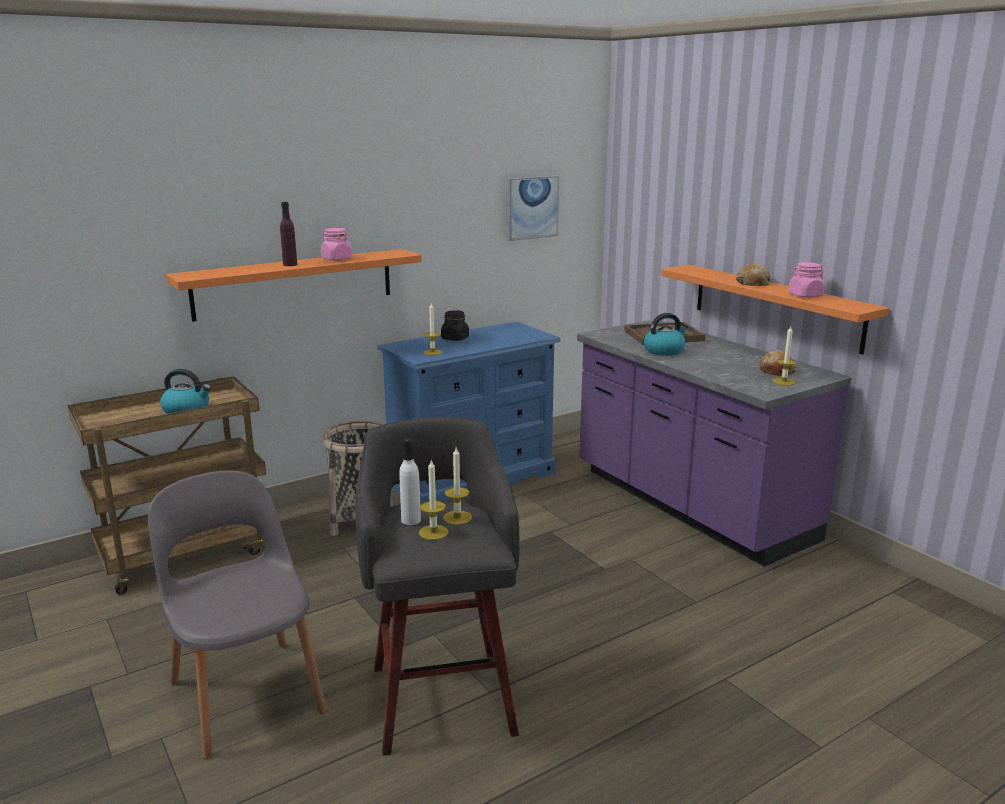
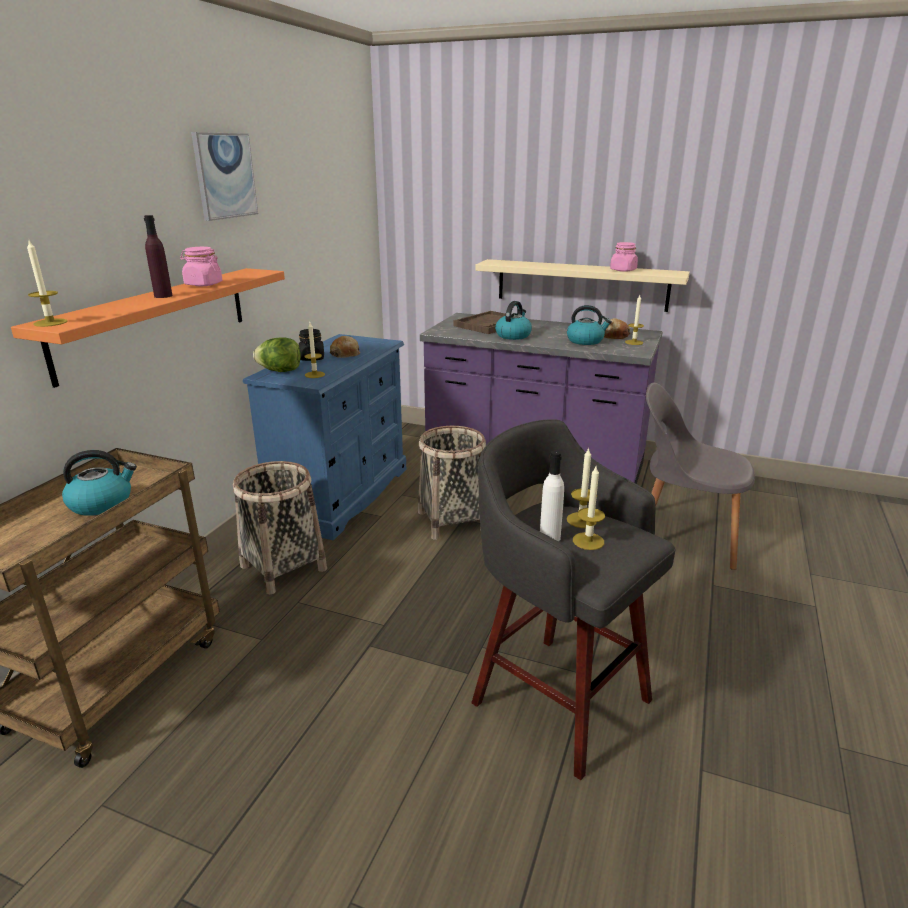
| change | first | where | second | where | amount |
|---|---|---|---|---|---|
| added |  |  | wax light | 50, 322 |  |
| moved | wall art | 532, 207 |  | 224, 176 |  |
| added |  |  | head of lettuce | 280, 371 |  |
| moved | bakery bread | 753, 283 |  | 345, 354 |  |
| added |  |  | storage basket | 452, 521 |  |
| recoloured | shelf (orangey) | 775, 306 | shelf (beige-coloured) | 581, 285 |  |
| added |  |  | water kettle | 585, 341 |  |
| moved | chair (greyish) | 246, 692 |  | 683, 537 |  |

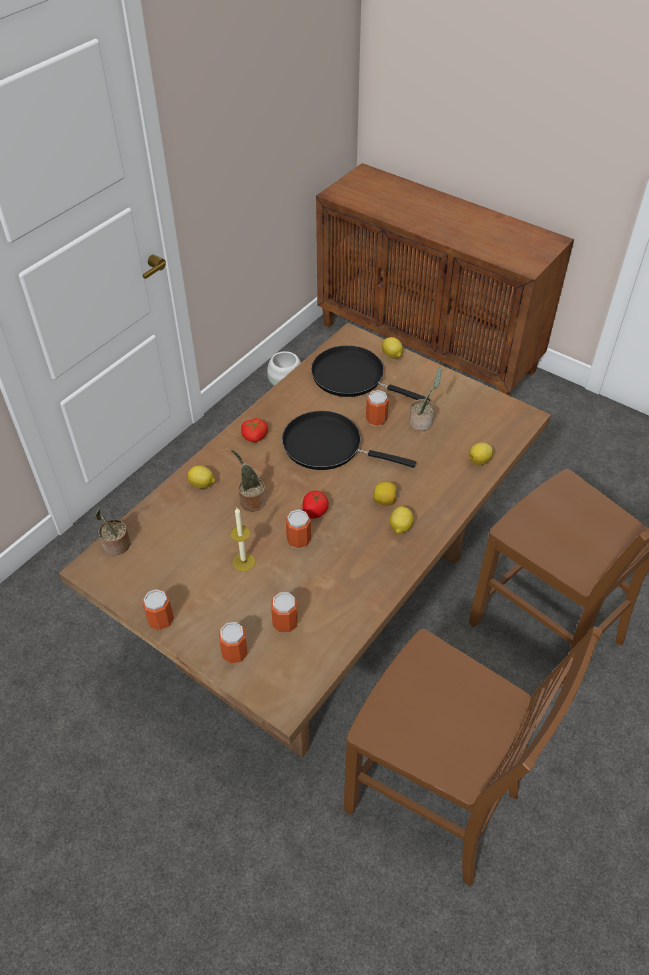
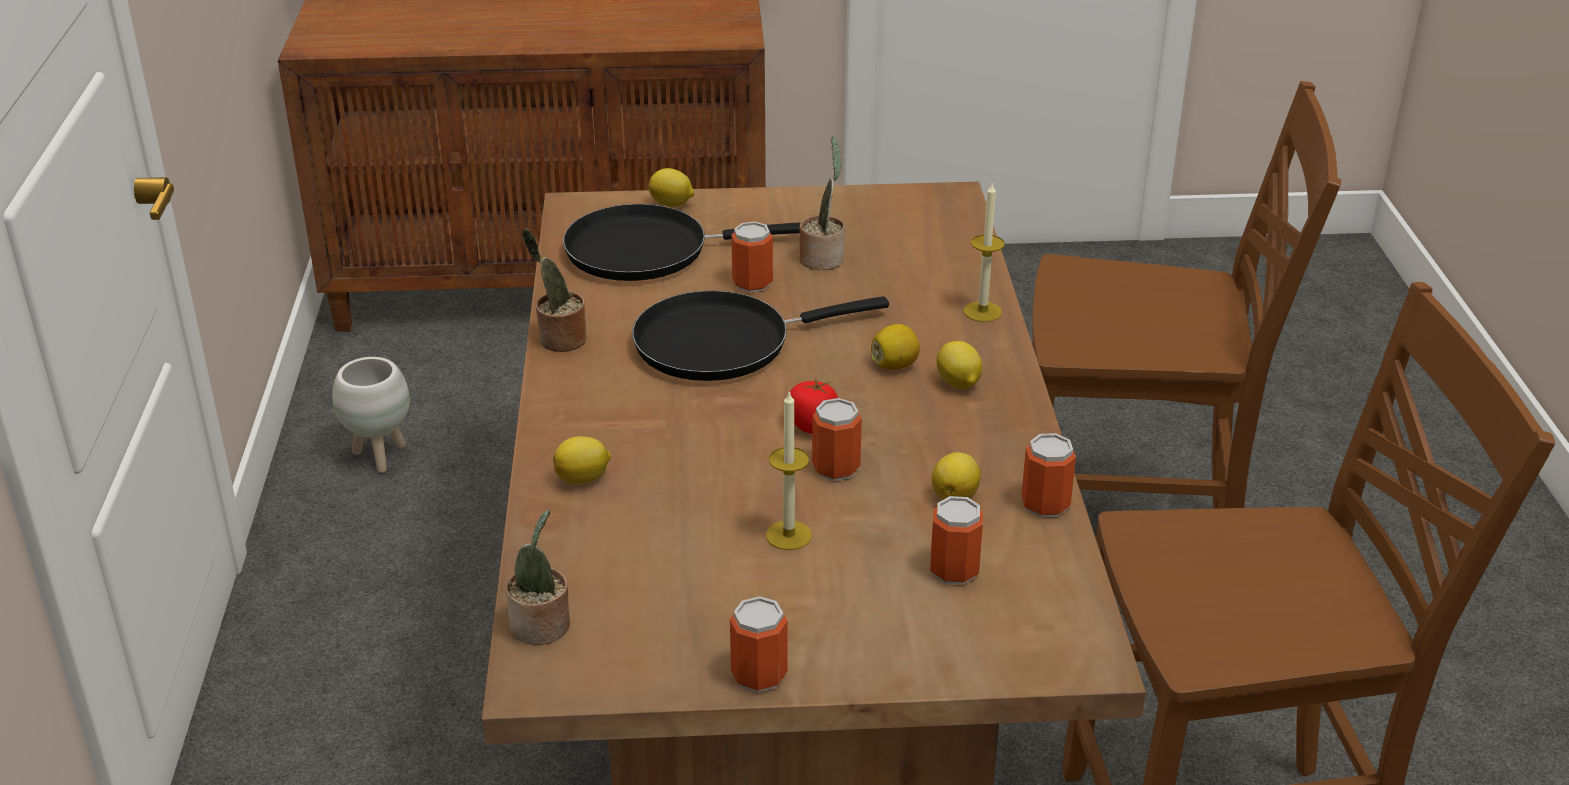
| change | first | where | second | where | amount |
|---|---|---|---|---|---|
| moved | houseplant | 251, 501 |  | 559, 340 |  |
| moved | lemon | 480, 461 |  | 955, 496 |  |
| added |  |  | wax light | 982, 311 |  |
| moved | can | 235, 653 |  | 1045, 504 |  |
| removed | tomato | 255, 436 |  |  |  |

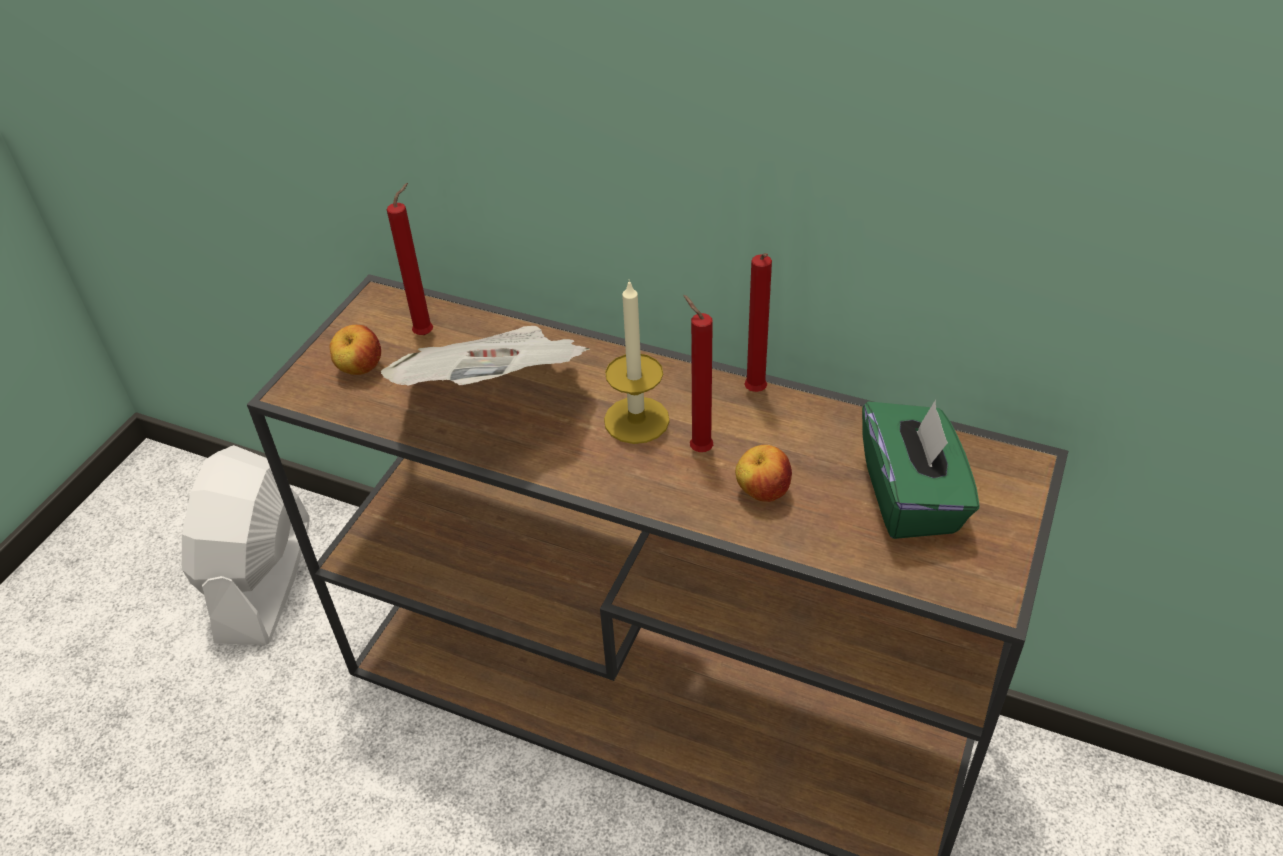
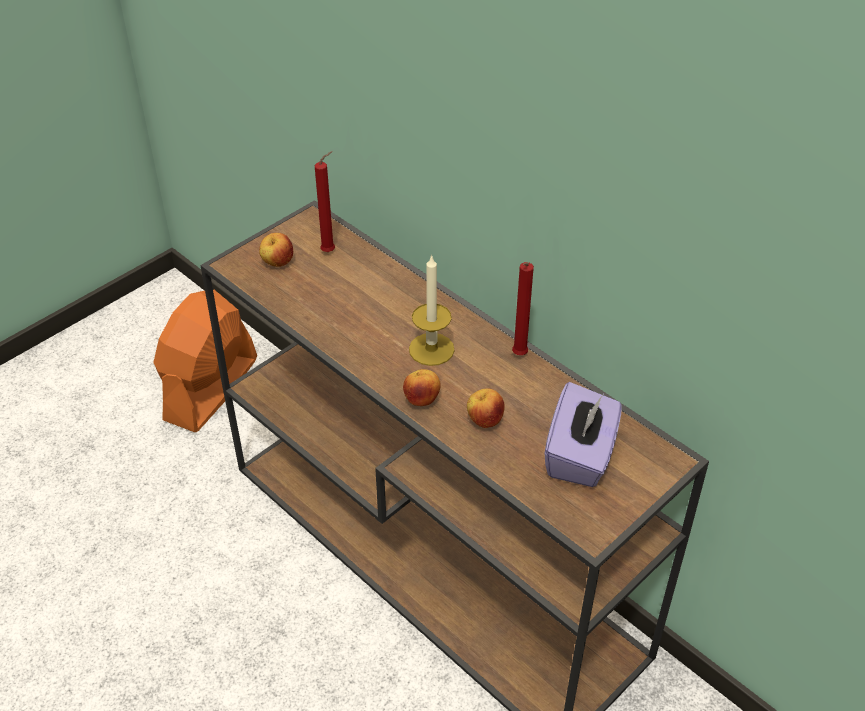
| change | first | where | second | where | amount |
|---|---|---|---|---|---|
| recoloured | cooling fan (white-coloured) | 264, 580 | cooling fan (orangey) | 211, 389 |  |
| added |  |  | apple fruit | 421, 400 |  |
| recoloured | tissue holder (green-coloured) | 911, 496 | tissue holder (purple) | 580, 455 |  |
| removed | daily paper | 496, 394 |  |  |  |
| removed | wax light (red) | 698, 449 |  |  |  |

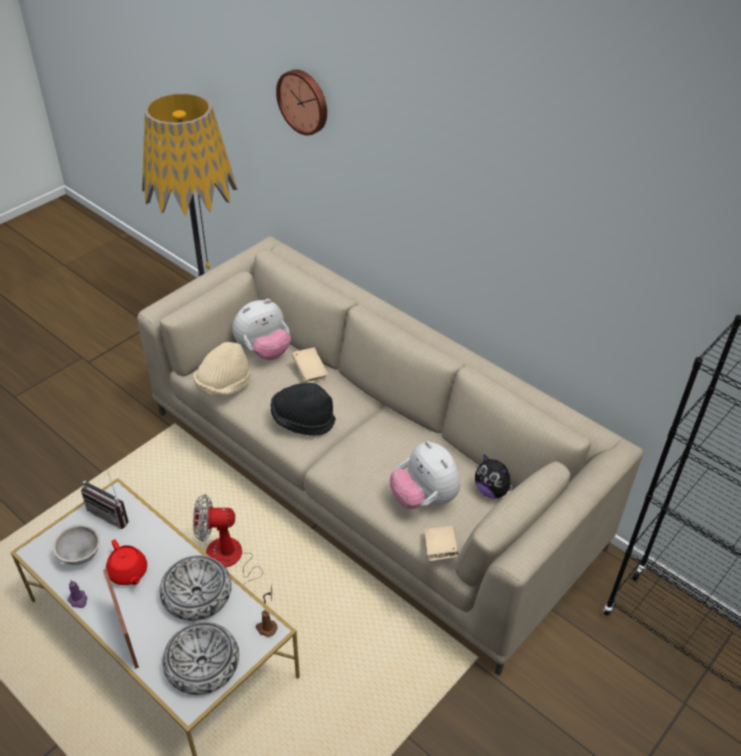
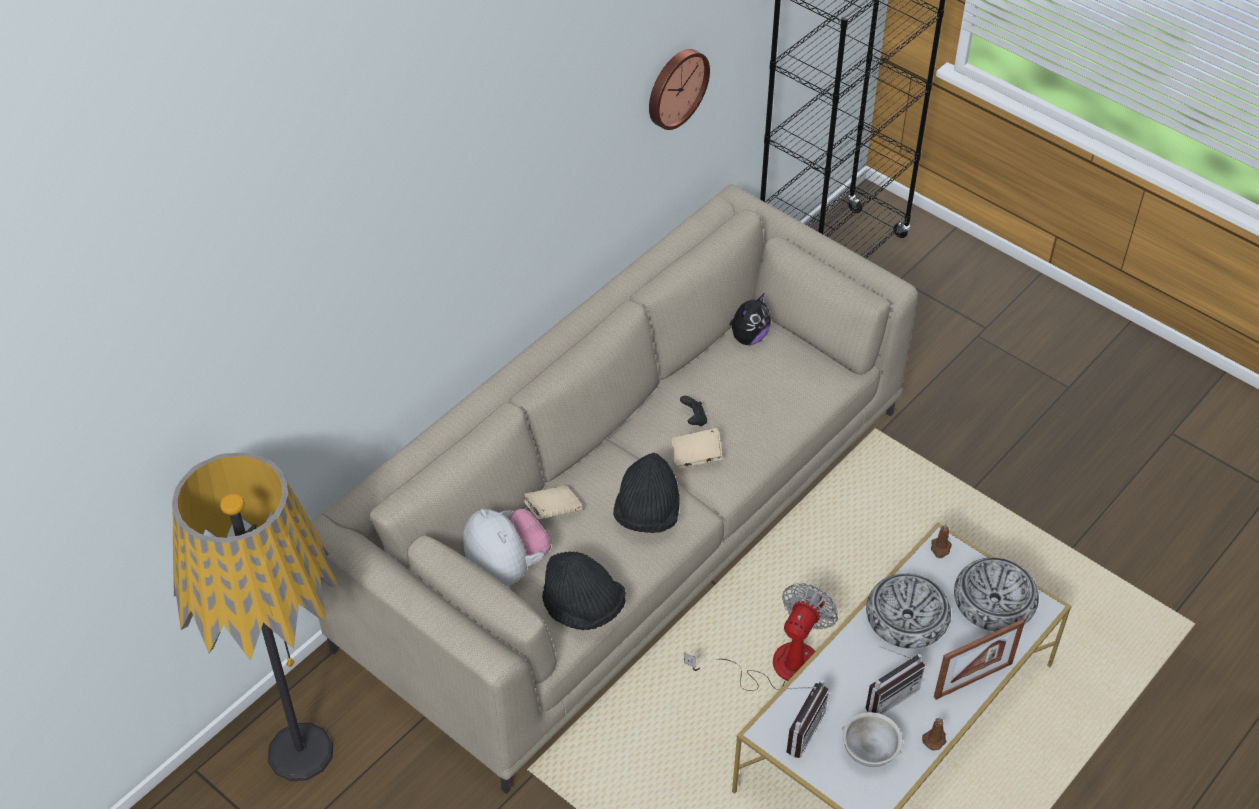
| change | first | where | second | where | amount |
|---|---|---|---|---|---|
| recoloured | hat (beige-coloured) | 224, 385 | hat (black) | 583, 607 |  |
| moved | hanging clock | 304, 101 |  | 675, 87 |  |
| moved | book (beige-coloured) | 440, 549 |  | 696, 456 |  |
| added |  |  | joypad (black) | 694, 419 |  |
| turned | cooling fan | 231, 563 |  | 777, 666 | 150 degrees counterclockwise |
| replaced | pot for tea (red) | 128, 573 | radio receiver | 888, 694 |  |
| recoloured | wax light (purple) | 78, 600 | wax light (brownish) | 935, 739 |  |
| removed | soft toy | 424, 498 |  |  |  |

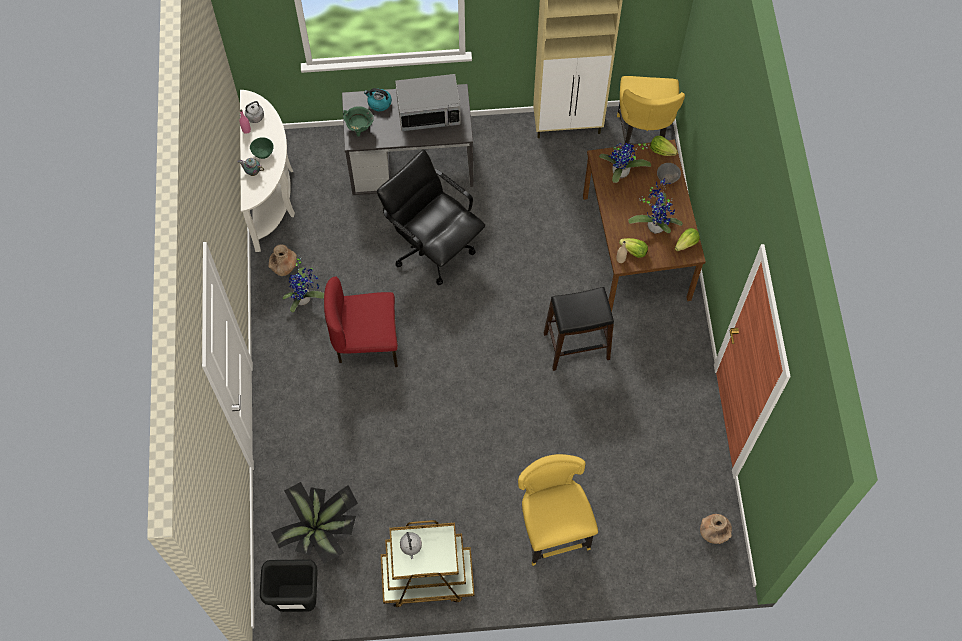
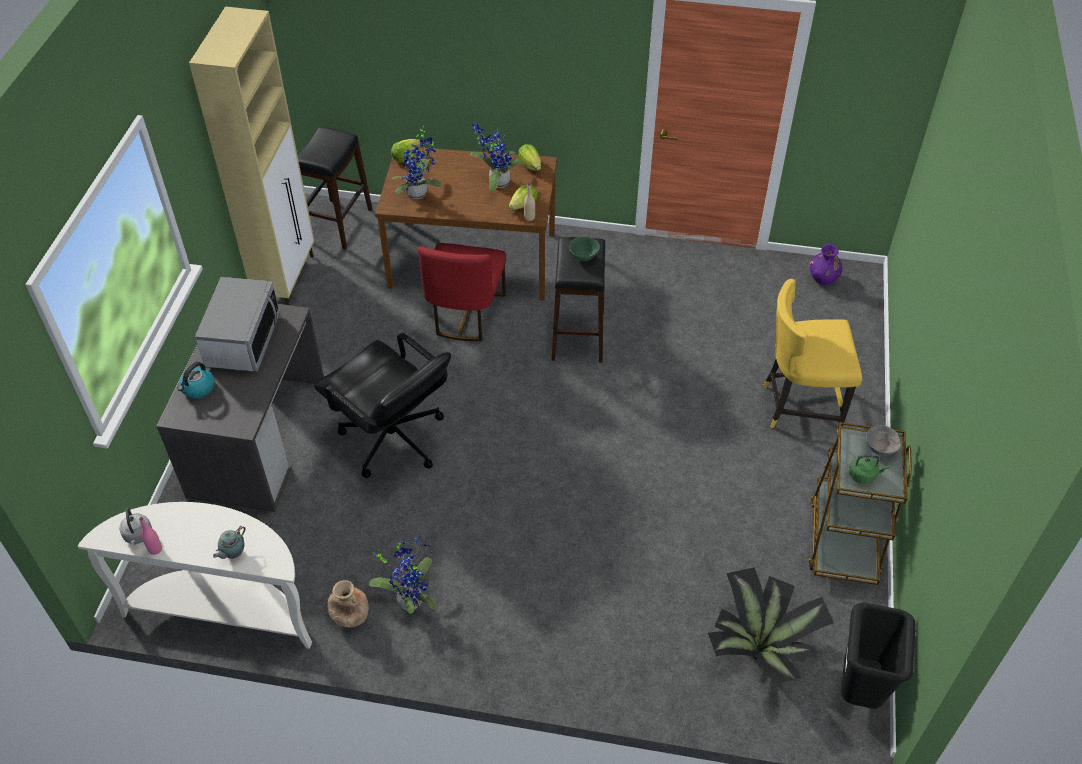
| change | first | where | second | where | amount |
|---|---|---|---|---|---|
| replaced | chair (yellowish) | 642, 138 | stool seat (black) | 338, 224 |  |
| turned | office chair (black) | 433, 247 |  | 393, 440 | 105 degrees counterclockwise |
| moved | chair (red) | 366, 342 |  | 465, 314 |  |
| moved | deep dish (green-coloured) | 263, 153 |  | 584, 257 |  |
| recoloured | flower vase (brownish) | 713, 533 | flower vase (purple) | 823, 278 |  |
| recoloured | water kettle (greyish) | 411, 547 | water kettle (green-coloured) | 863, 475 |  |
| moved | deep dish (greyish) | 667, 179 |  | 880, 449 |  |
| removed | saucepot (green-coloured) | 359, 129 |  |  |  |

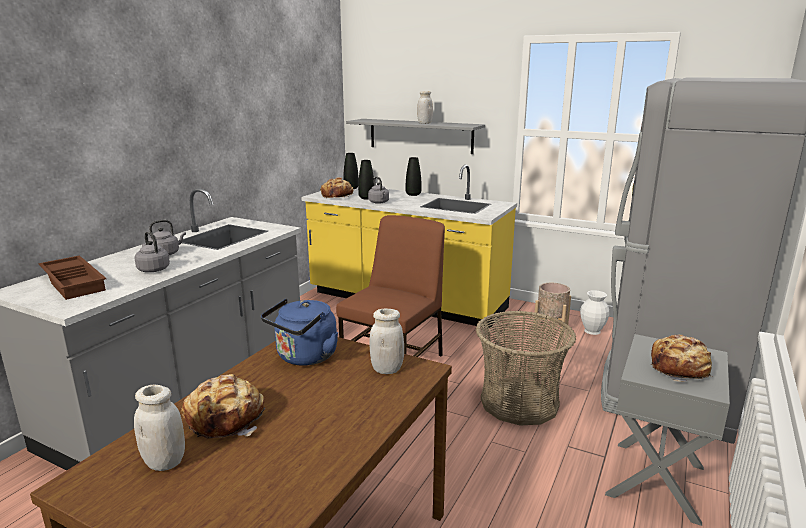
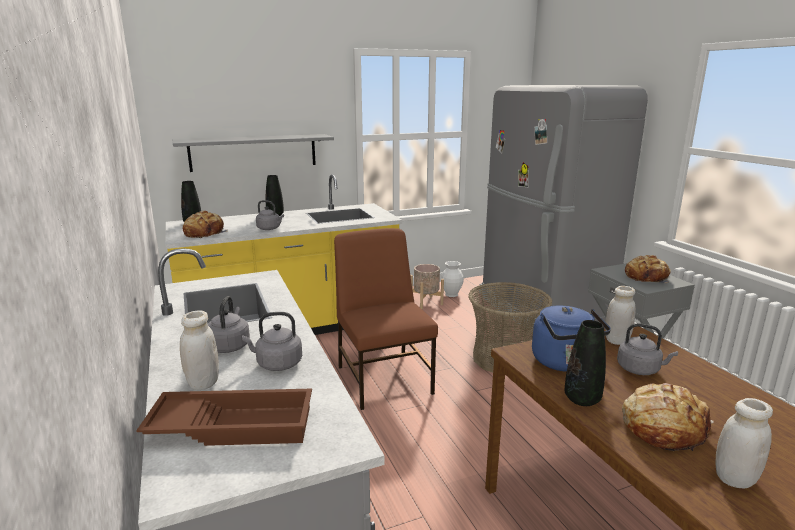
| change | first | where | second | where | amount |
|---|---|---|---|---|---|
| moved | preserve jar (white-coloured) | 424, 123 |  | 203, 383 |  |
| moved | flower vase (black) | 366, 198 |  | 582, 399 |  |
| added |  |  | water kettle (greyish) | 640, 369 |  |

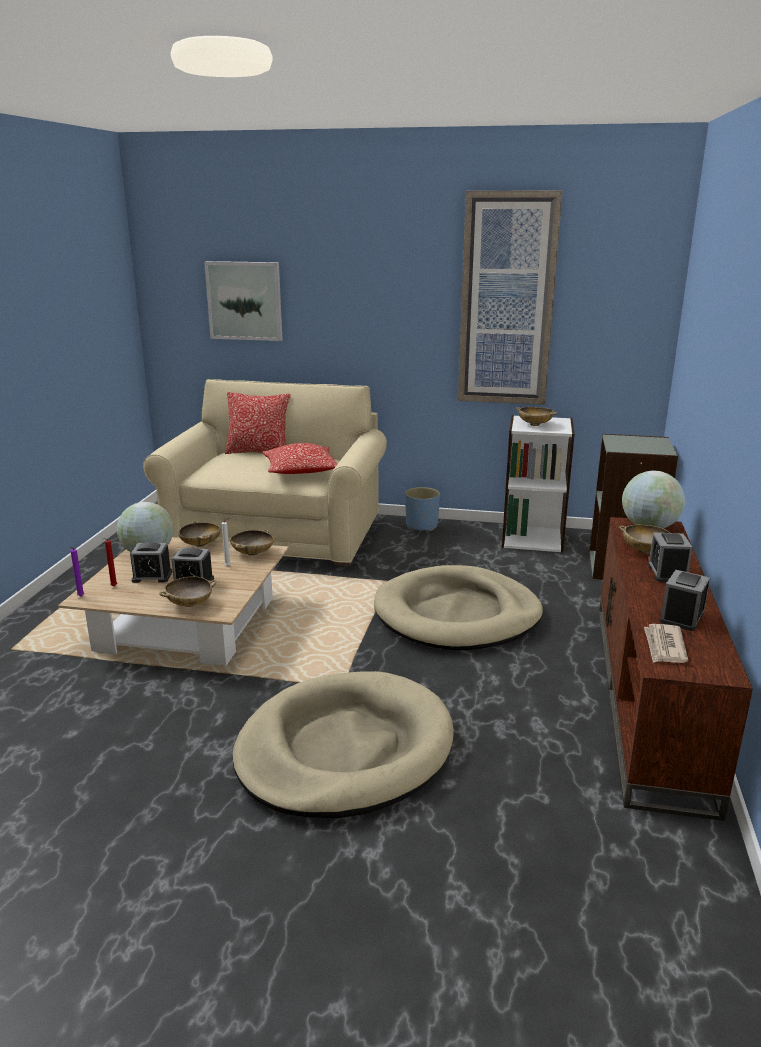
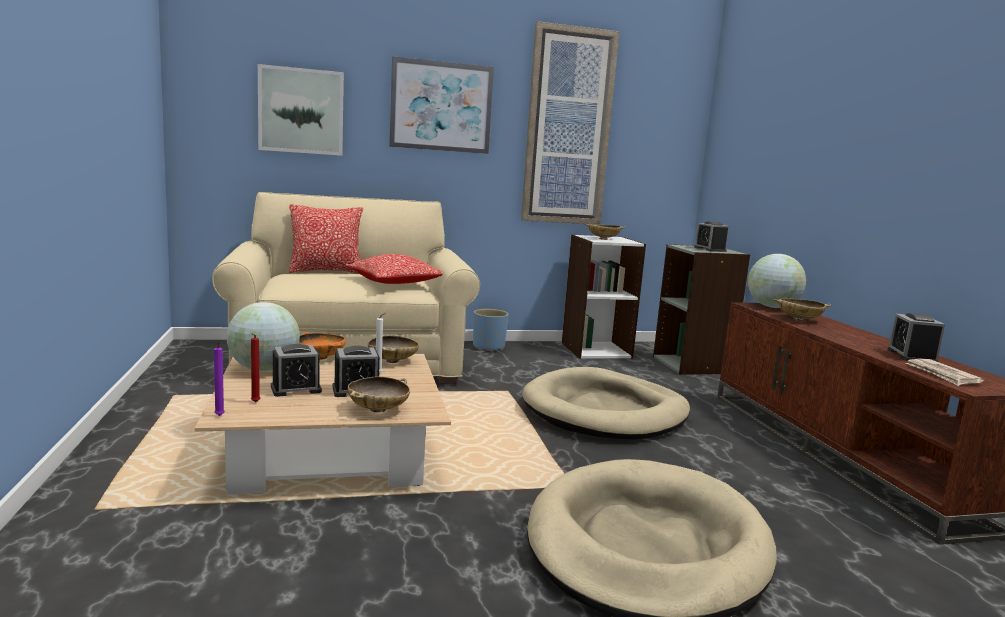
| change | first | where | second | where | amount |
|---|---|---|---|---|---|
| recoloured | deep dish (beige-coloured) | 201, 544 | deep dish (orangey) | 321, 357 |  |
| added |  |  | wall art | 441, 106 |  |
| moved | alarm clock | 667, 573 |  | 710, 249 |  |

